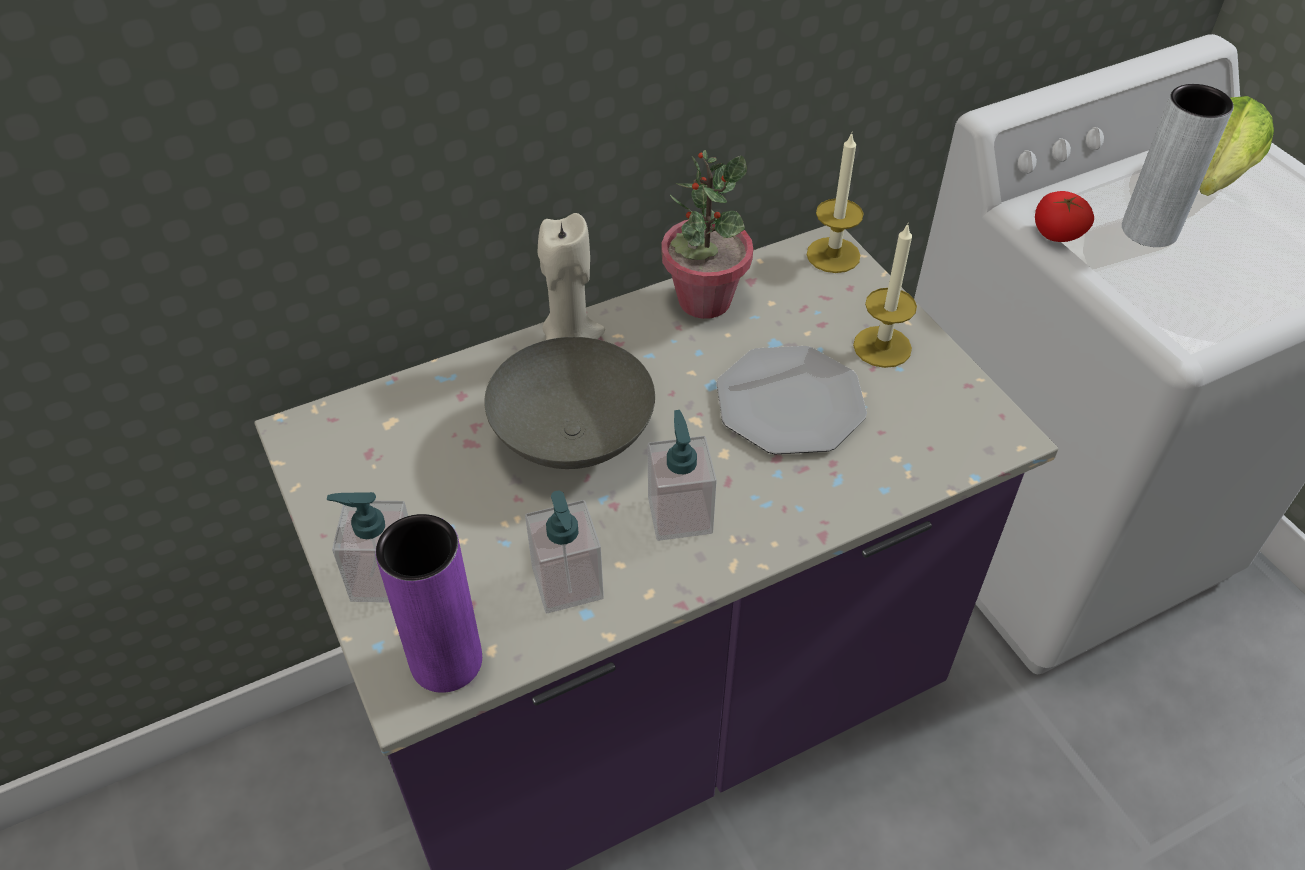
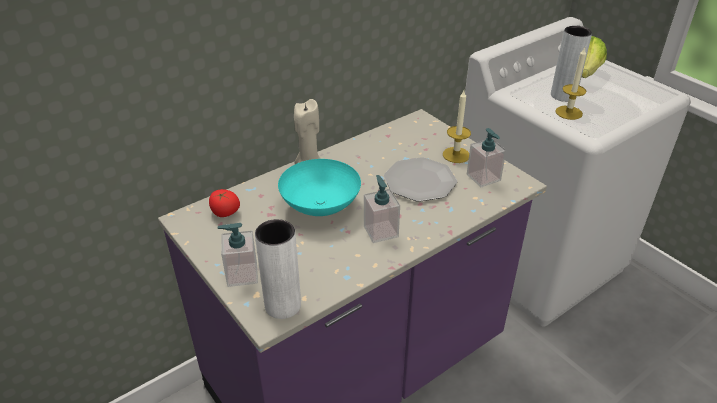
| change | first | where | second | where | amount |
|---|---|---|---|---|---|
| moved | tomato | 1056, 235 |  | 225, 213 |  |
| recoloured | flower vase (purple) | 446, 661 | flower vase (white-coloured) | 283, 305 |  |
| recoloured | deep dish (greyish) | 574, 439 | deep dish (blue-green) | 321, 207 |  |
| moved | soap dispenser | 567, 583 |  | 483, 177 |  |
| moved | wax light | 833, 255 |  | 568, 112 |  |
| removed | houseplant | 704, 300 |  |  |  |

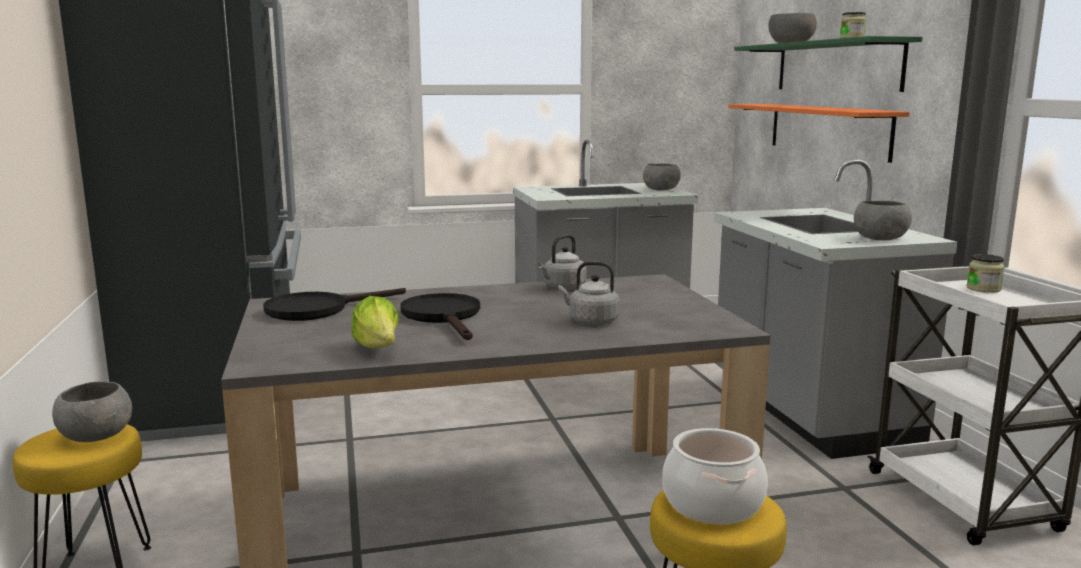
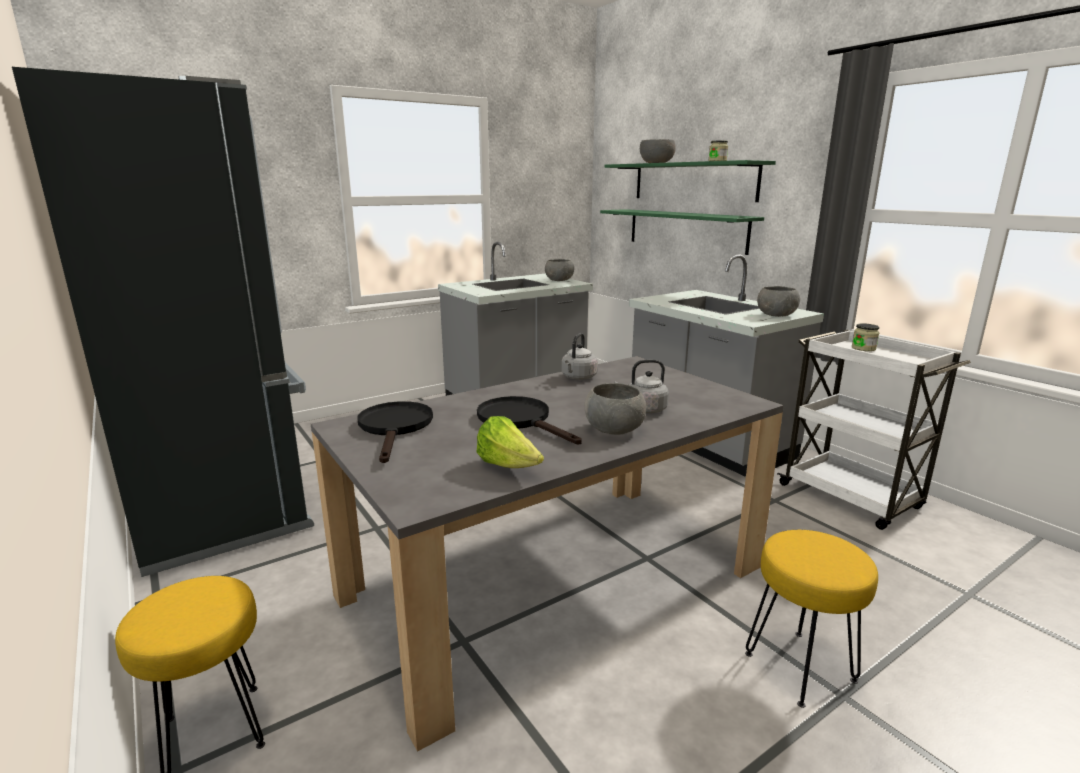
| change | first | where | second | where | amount |
|---|---|---|---|---|---|
| turned | pan (black) | 318, 310 |  | 395, 428 | 135 degrees clockwise |
| moved | deep dish (greyish) | 96, 436 |  | 614, 429 |  |
| recoloured | shelf (orangey) | 827, 130 | shelf (green-coloured) | 685, 230 |  |
| removed | saucepot | 712, 503 |  |  |  |

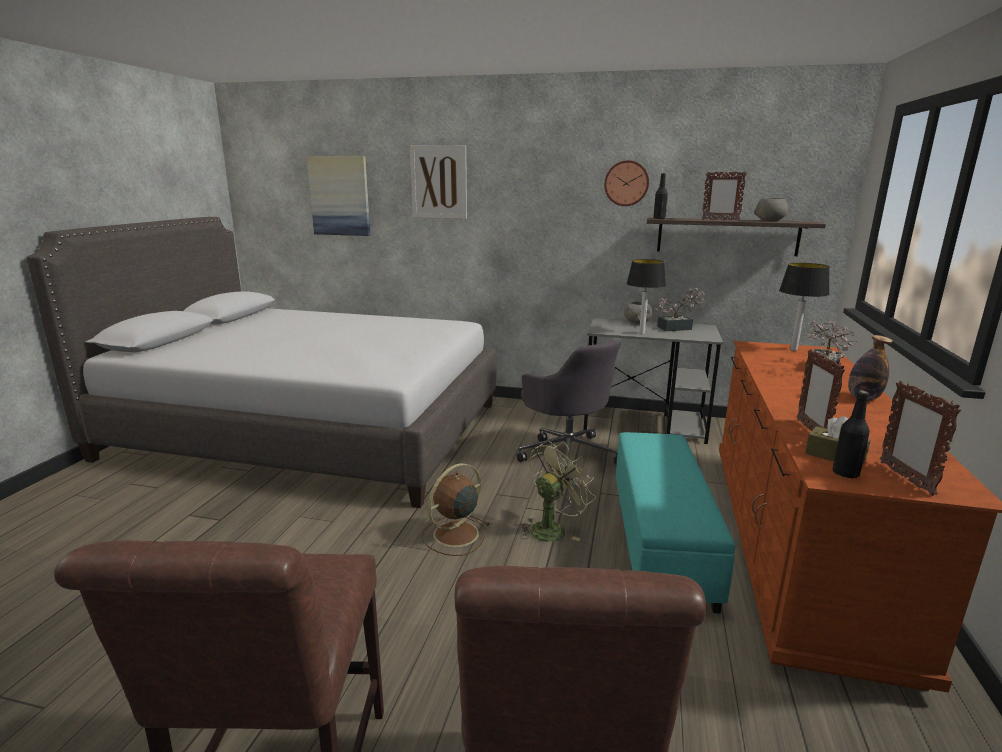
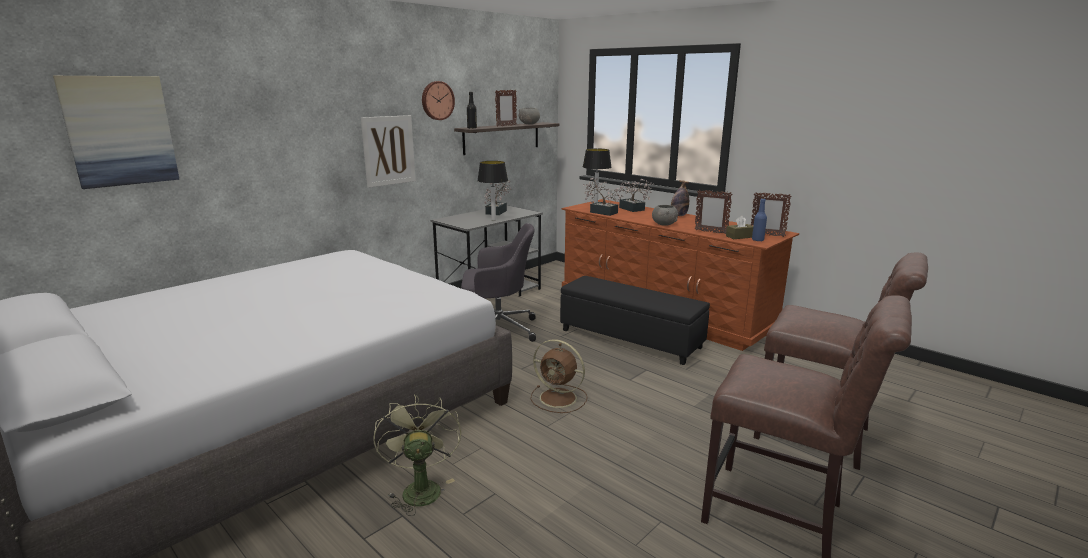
| change | first | where | second | where | amount |
|---|---|---|---|---|---|
| moved | wall art | 439, 182 |  | 388, 150 |  |
| moved | cooling fan (green-coloured) | 552, 528 |  | 419, 488 |  |
| turned | cooling fan (brownish) | 454, 535 |  | 559, 398 | 45 degrees counterclockwise |
| recoloured | ottoman (blue-green) | 662, 541 | ottoman (black) | 630, 338 |  |
| added |  |  | houseplant | 601, 212 |  |
| moved | deep dish (greyish) | 637, 322 |  | 664, 224 |  |
| recoloured | beverage bottle (black) | 845, 473 | beverage bottle (bluish) | 757, 240 |  |

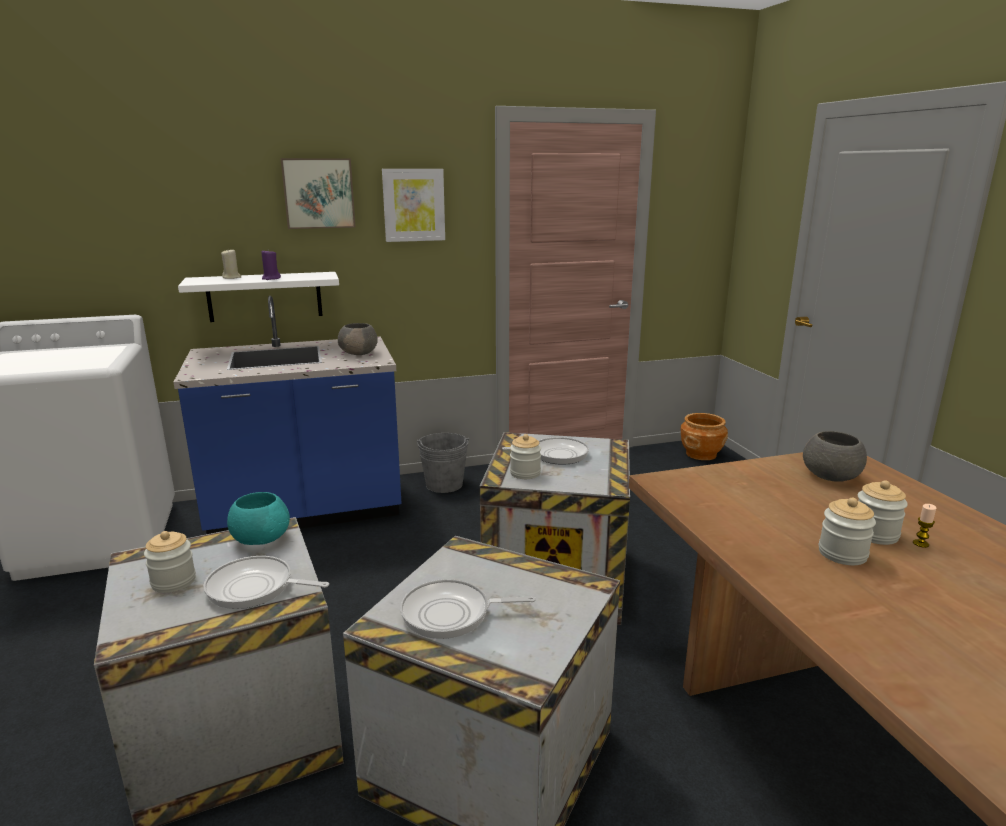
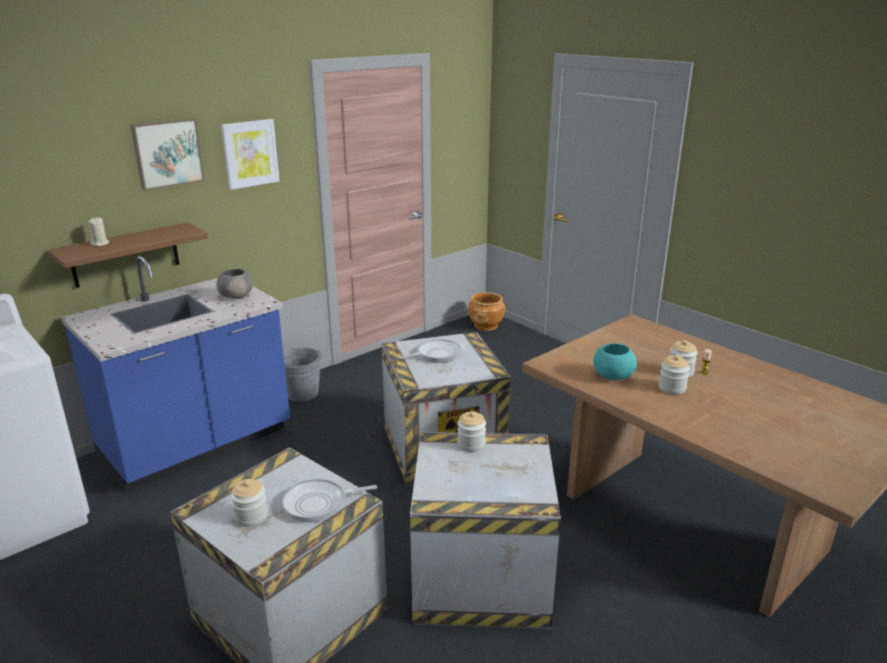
| change | first | where | second | where | amount |
|---|---|---|---|---|---|
| recoloured | shelf (white-coloured) | 265, 296 | shelf (brownish) | 125, 255 |  |
| moved | preserve jar | 525, 473 |  | 471, 444 |  |
| moved | deep dish (blue-green) | 261, 538 |  | 612, 376 |  |
| removed | wax light (purple) | 271, 278 |  |  |  |
| removed | pan | 451, 614 |  |  |  |
| removed | deep dish (greyish) | 831, 477 |  |  |  |

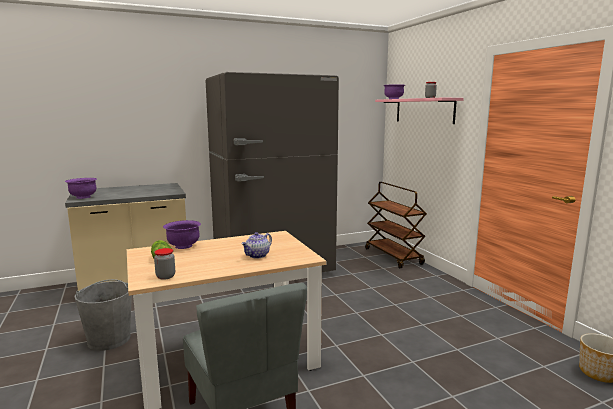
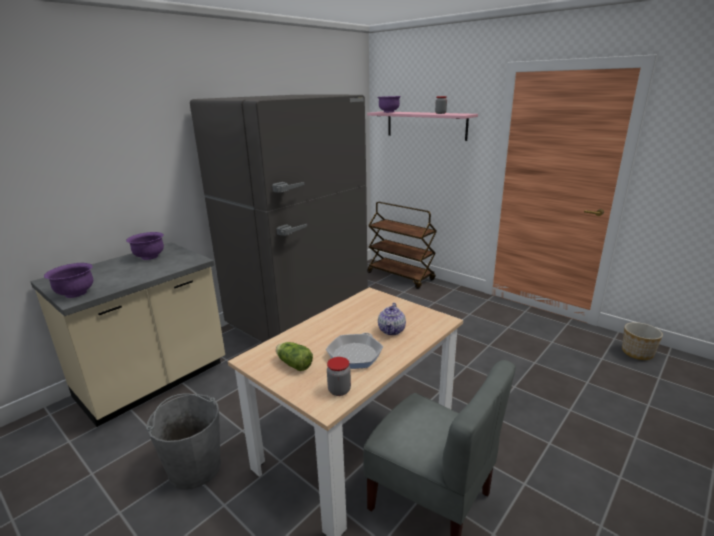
| change | first | where | second | where | amount |
|---|---|---|---|---|---|
| moved | deep dish (purple) | 183, 246 |  | 149, 257 |  |
| added |  |  | pan | 354, 355 |  |

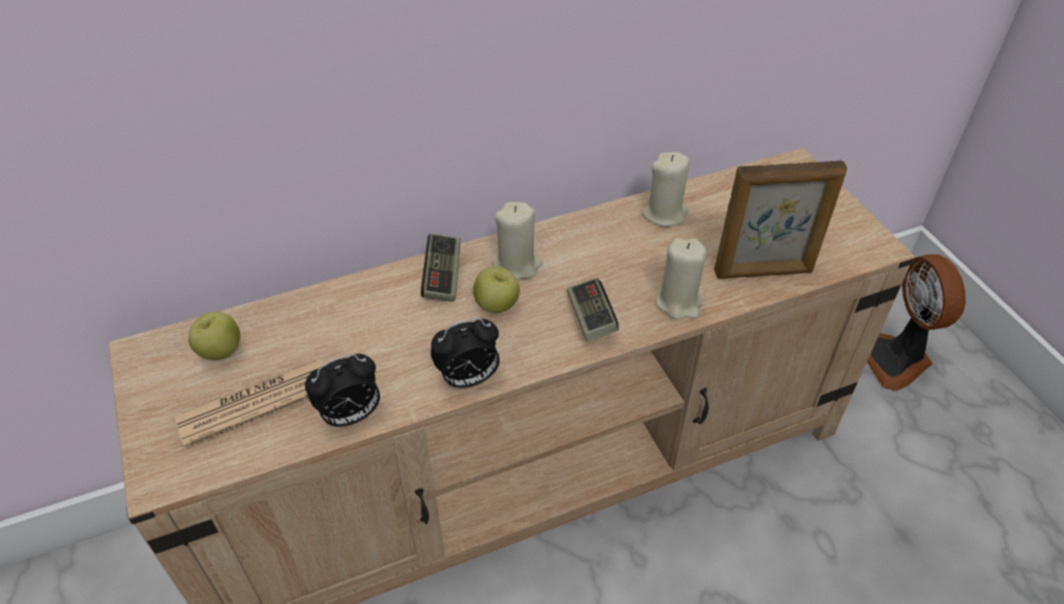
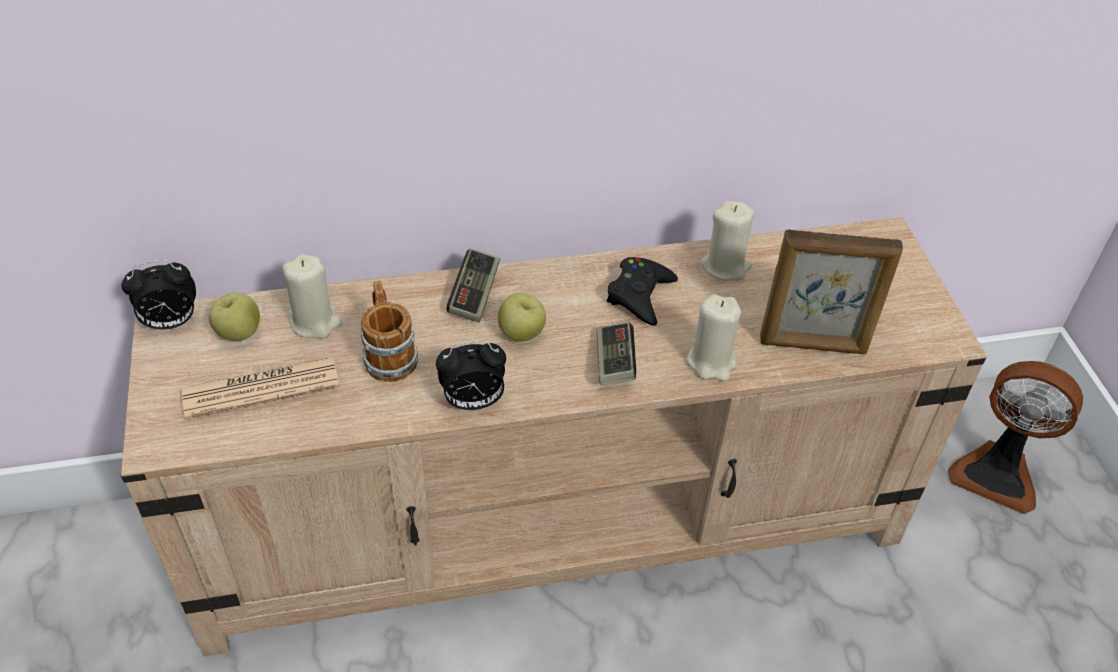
| change | first | where | second | where | amount |
|---|---|---|---|---|---|
| moved | alarm clock | 350, 416 |  | 170, 323 |  |
| moved | wax light (beige-coloured) | 517, 265 |  | 315, 322 |  |
| added |  |  | coffee mug | 389, 354 |  |
| added |  |  | joypad (black) | 640, 295 |  |
| turned | cooling fan | 896, 358 |  | 996, 473 | 60 degrees counterclockwise |

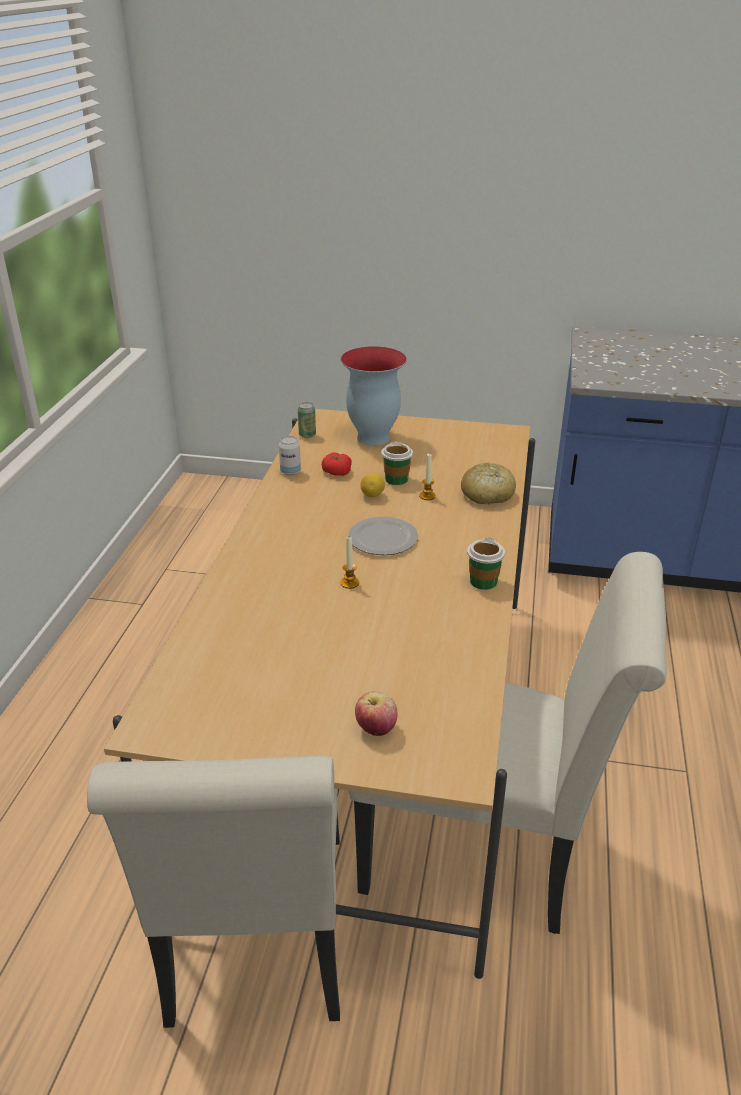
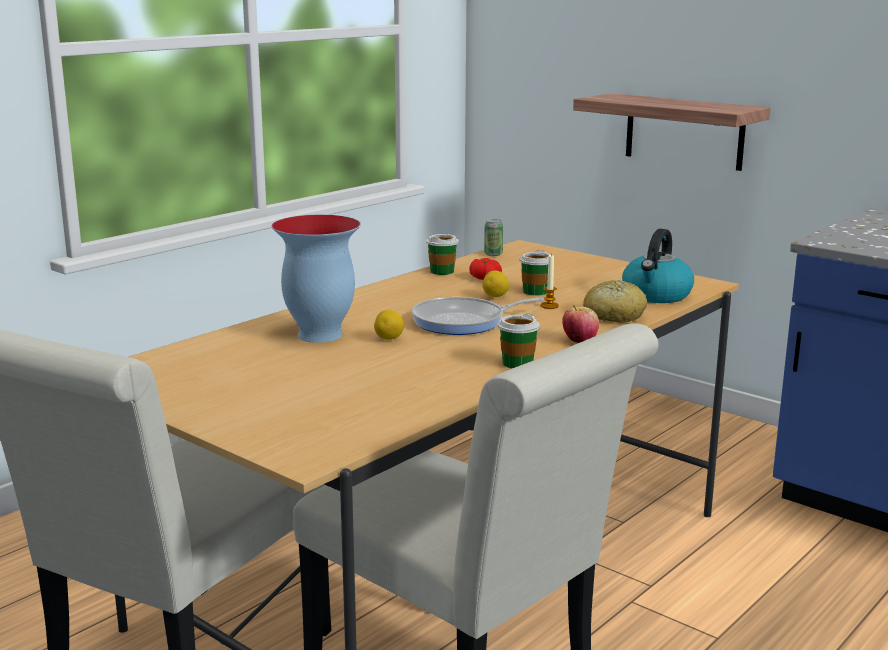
| change | first | where | second | where | amount |
|---|---|---|---|---|---|
| moved | flower vase | 373, 438 |  | 318, 335 |  |
| replaced | wax light | 349, 583 | lemon | 389, 339 |  |
| replaced | dinner plate | 384, 539 | pan | 464, 322 |  |
| replaced | can | 290, 472 | small cup | 442, 271 |  |
| moved | apple fruit | 376, 729 |  | 579, 341 |  |
| added |  |  | shelf | 684, 131 |  |
| added |  |  | water kettle | 656, 295 |  |

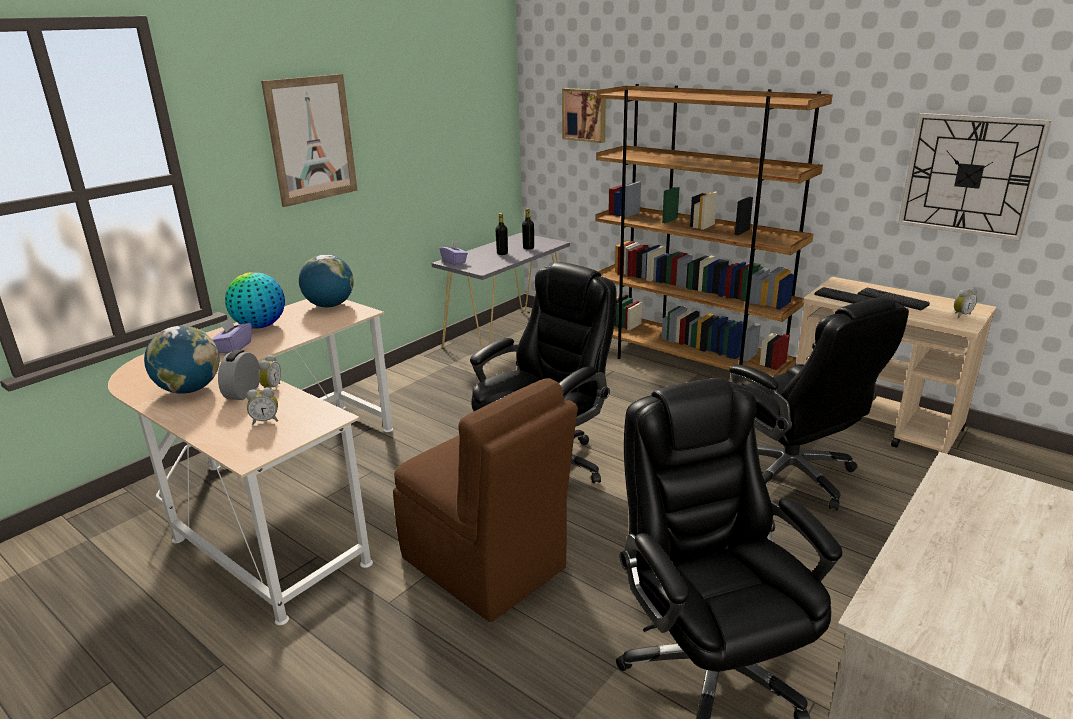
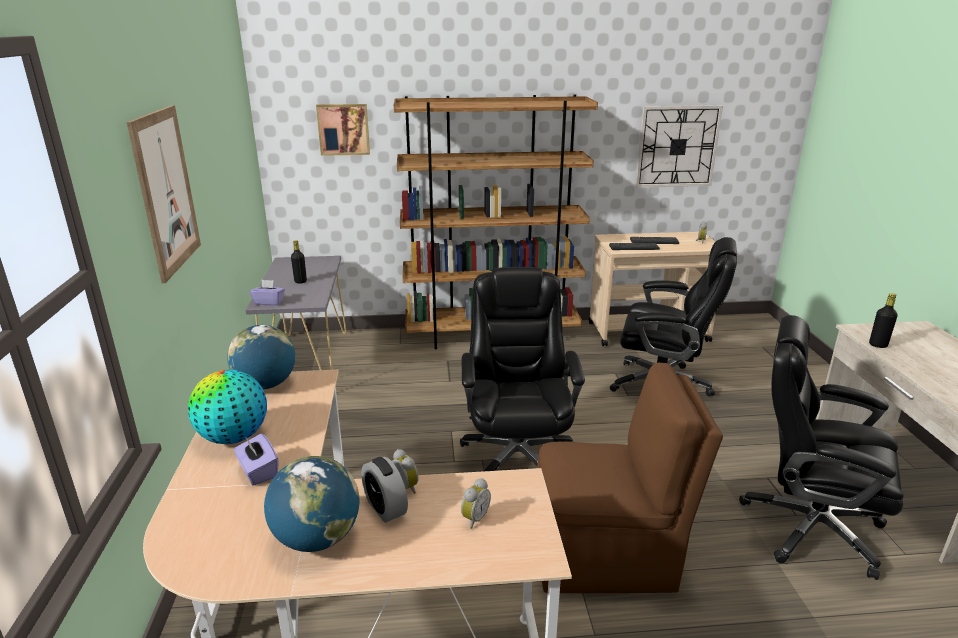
| change | first | where | second | where | amount |
|---|---|---|---|---|---|
| moved | beverage bottle (black) | 528, 248 |  | 878, 345 |  |

